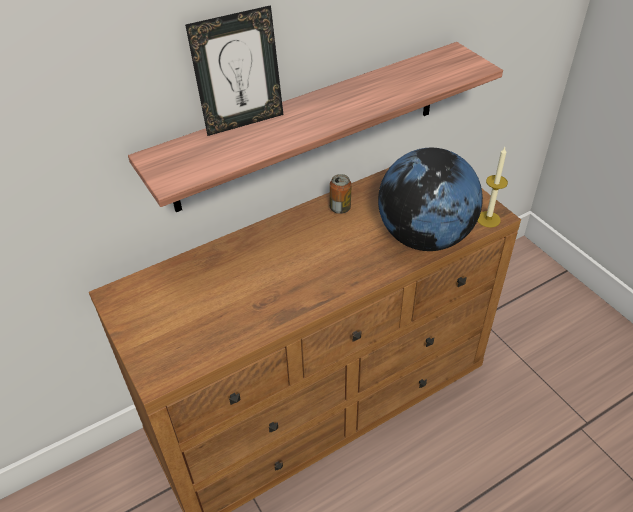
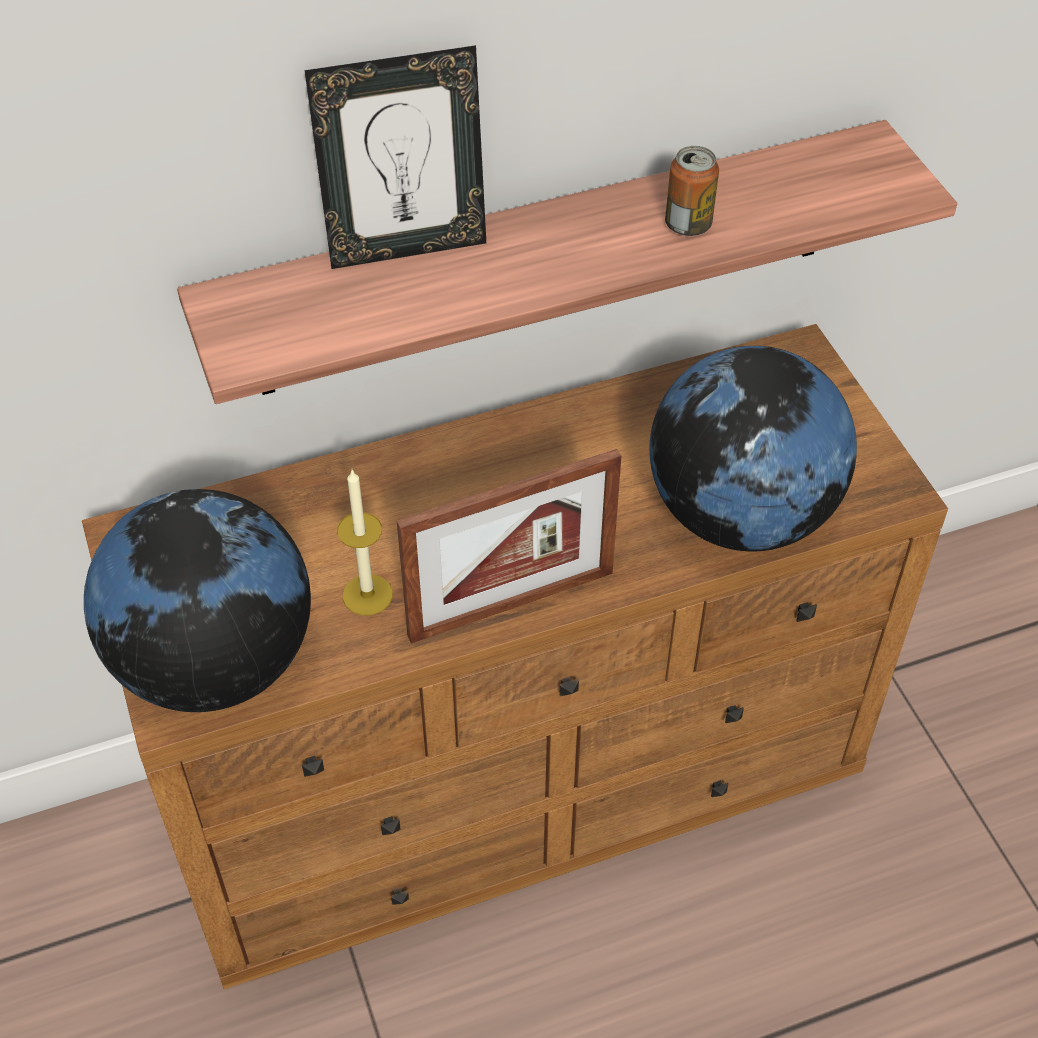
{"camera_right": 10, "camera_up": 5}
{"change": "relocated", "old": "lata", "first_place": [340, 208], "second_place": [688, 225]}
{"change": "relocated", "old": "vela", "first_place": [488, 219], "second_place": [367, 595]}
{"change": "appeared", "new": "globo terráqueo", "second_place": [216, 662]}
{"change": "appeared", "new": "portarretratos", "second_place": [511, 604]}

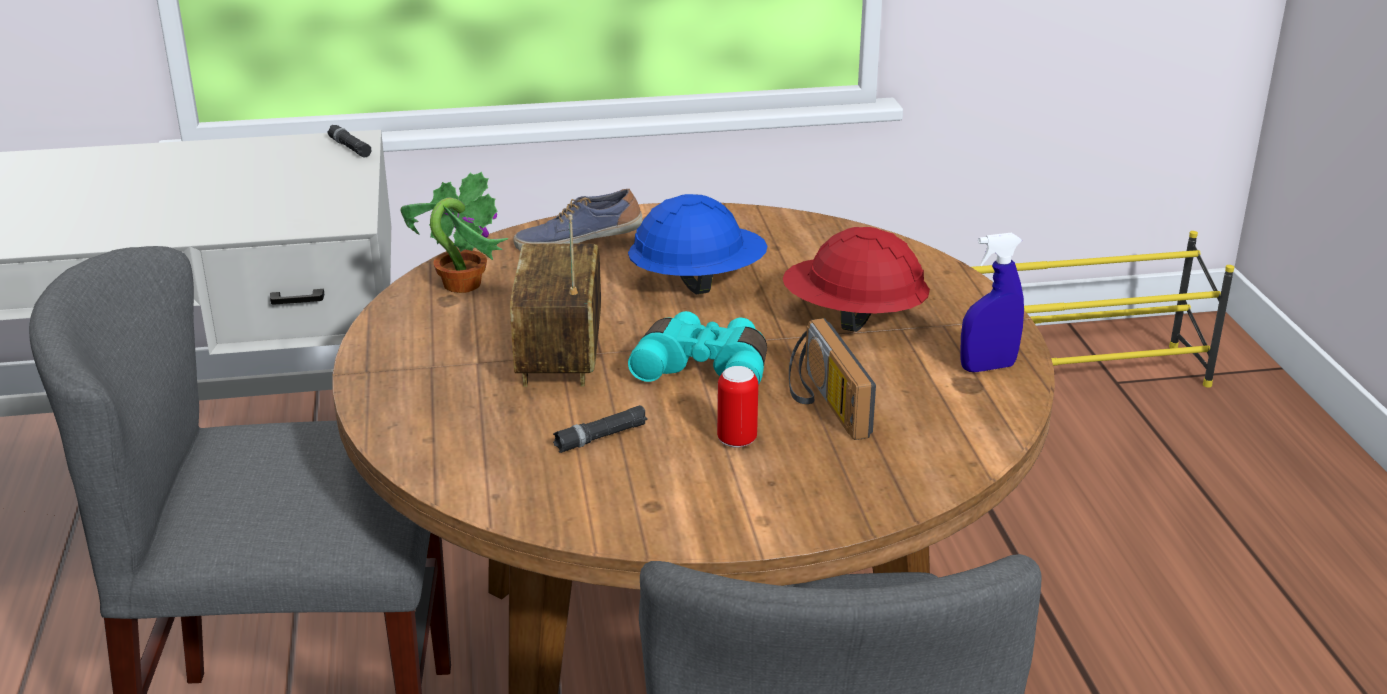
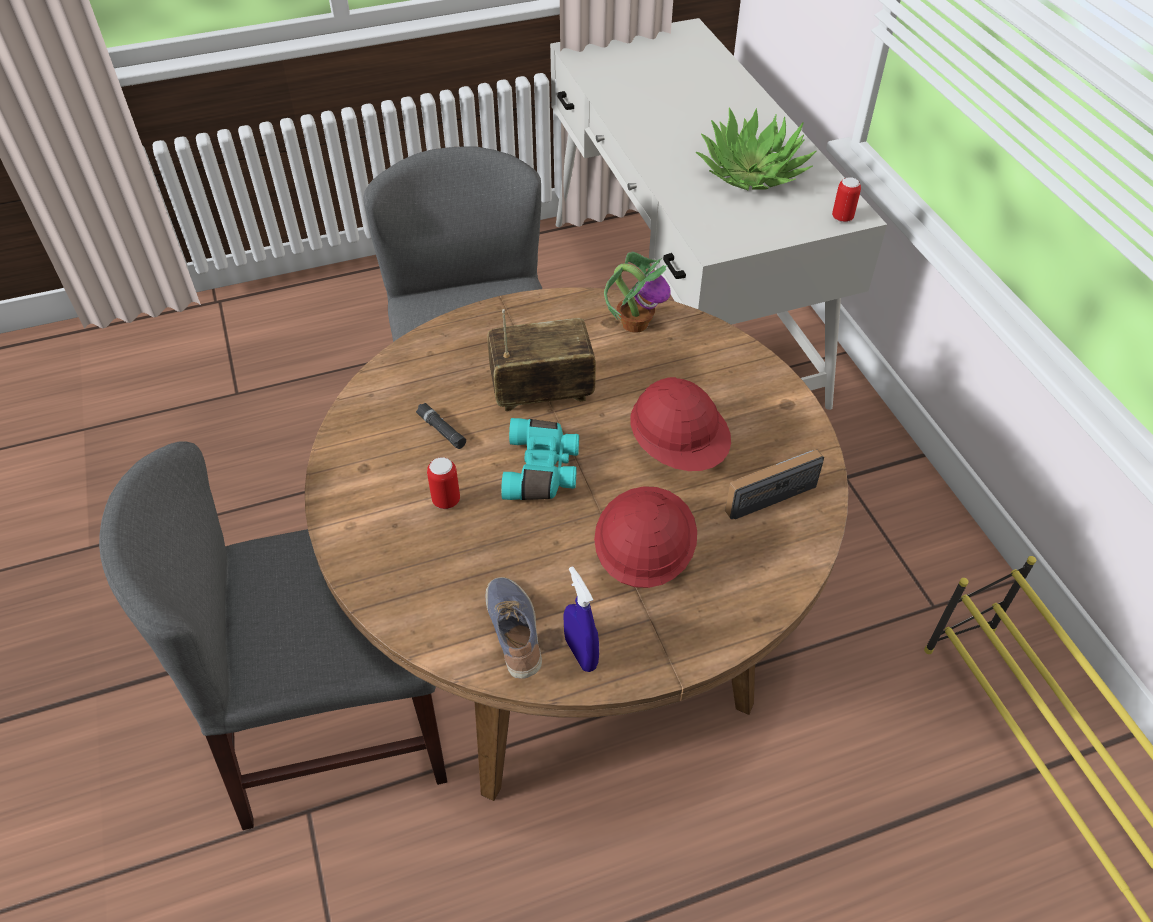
{"camera_right": 80, "camera_up": 20}
{"change": "exchanged", "old": "linterna/negro", "new": "lata", "first_place": [350, 147], "second_place": [842, 218]}
{"change": "relocated", "old": "zapato", "first_place": [578, 242], "second_place": [515, 633]}
{"change": "colour", "old": "casco/azul", "new": "casco/rojo", "first_place": [697, 282], "second_place": [678, 448]}
{"change": "relocated", "old": "radio", "first_place": [822, 403], "second_place": [768, 490]}
{"change": "appeared", "new": "planta en maceta", "second_place": [751, 173]}

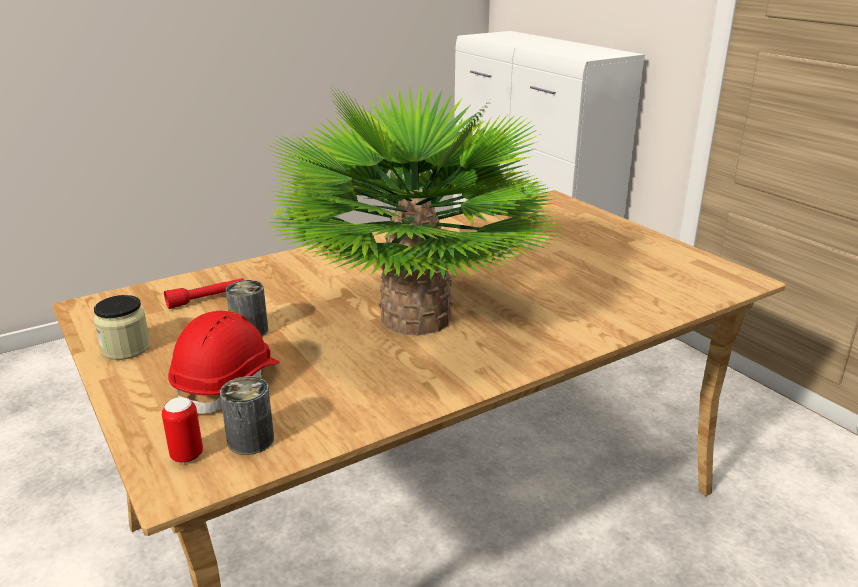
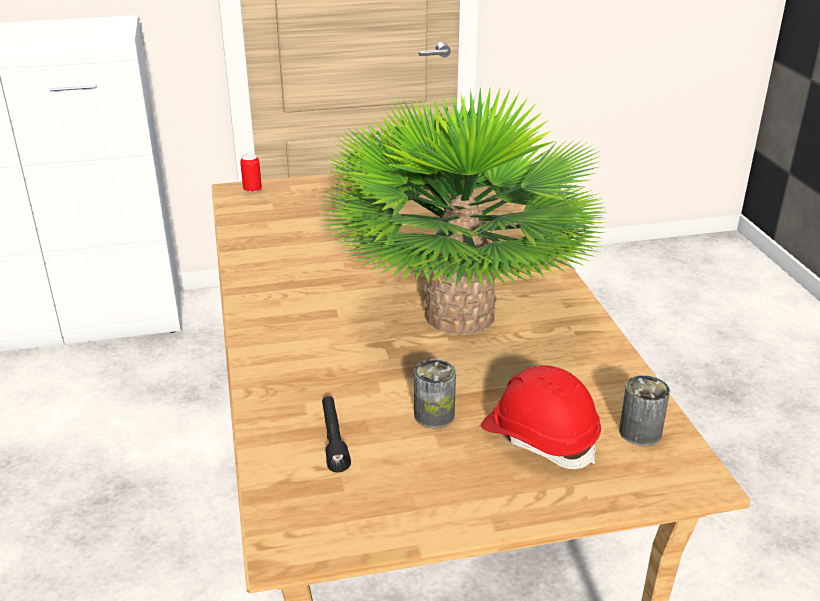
{"camera_right": -70, "camera_up": 5}
{"change": "missing", "old": "tarro", "first_place": [126, 348]}
{"change": "relocated", "old": "lata", "first_place": [187, 455], "second_place": [252, 190]}
{"change": "colour", "old": "linterna/rojo", "new": "linterna/negro", "first_place": [207, 299], "second_place": [333, 439]}

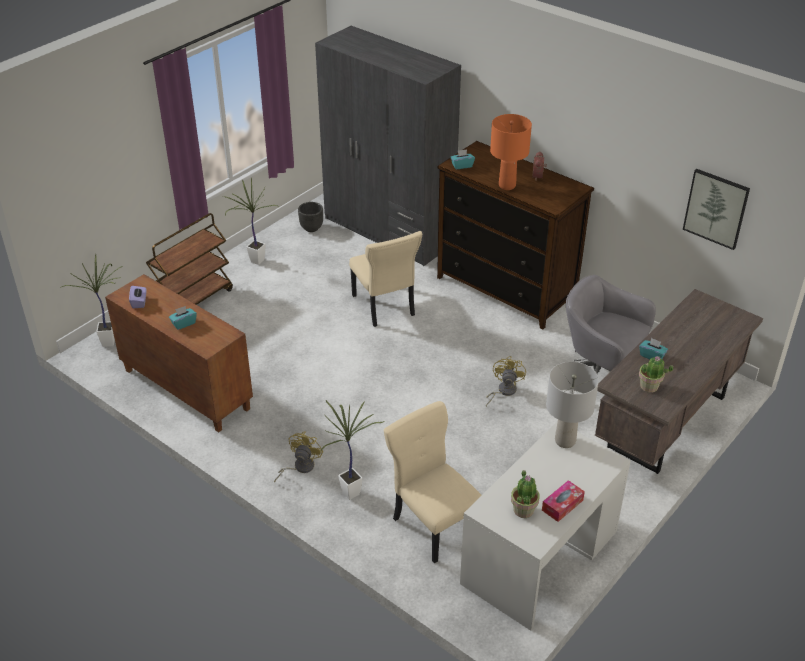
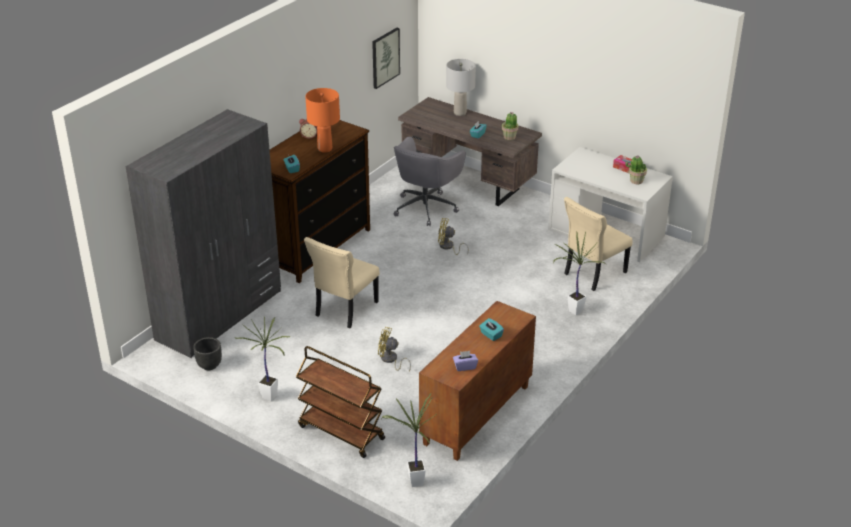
{"camera_right": -95, "camera_up": -5}
{"change": "relocated", "old": "ventilador/amarillo", "first_place": [300, 467], "second_place": [390, 360]}
{"change": "spun", "old": "silla/beis", "first_place": [384, 307], "second_place": [345, 310], "degrees": 150}
{"change": "relocated", "old": "lámpara de mesa/gris", "first_place": [565, 441], "second_place": [460, 113]}

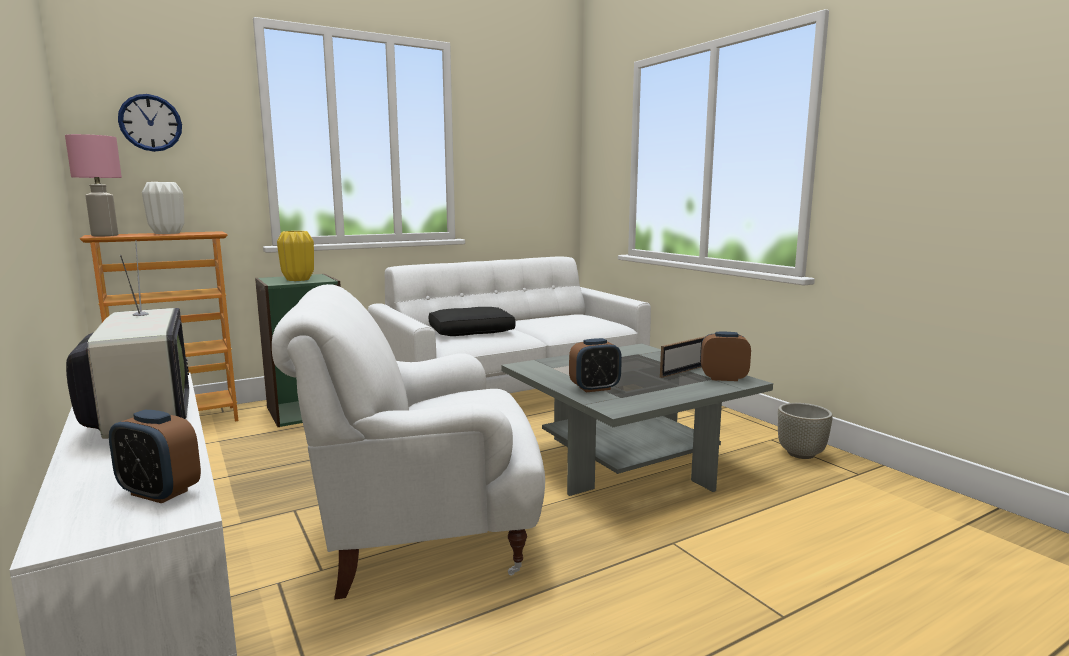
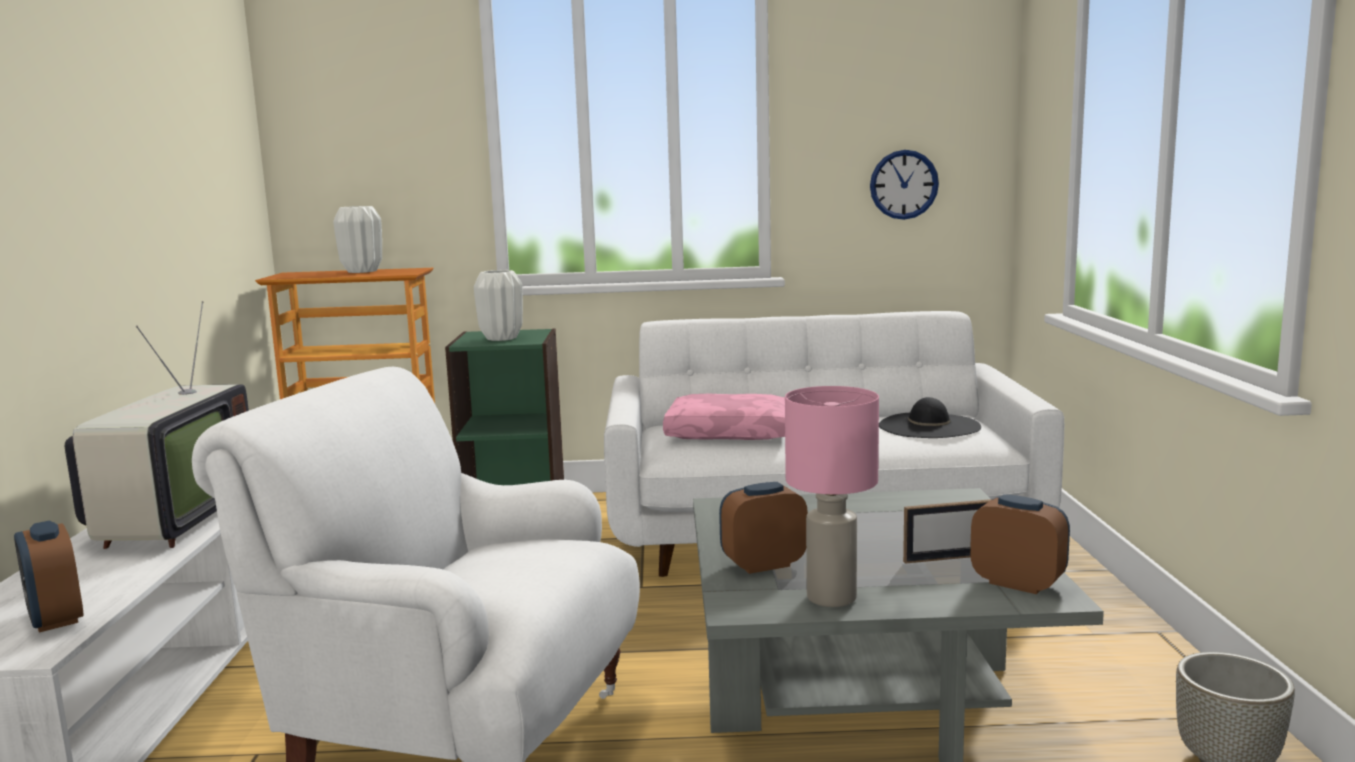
{"camera_right": 30, "camera_up": 0}
{"change": "relocated", "old": "lámpara de mesa/rosa", "first_place": [105, 235], "second_place": [833, 598]}
{"change": "relocated", "old": "reloj de pared", "first_place": [150, 123], "second_place": [904, 184]}
{"change": "colour", "old": "florero/amarillo", "new": "florero/blanco", "first_place": [298, 279], "second_place": [501, 338]}
{"change": "colour", "old": "cojín/negro", "new": "cojín/rosa", "first_place": [471, 331], "second_place": [730, 432]}
{"change": "spun", "old": "despertador", "first_place": [594, 388], "second_place": [763, 564], "degrees": 150}
{"change": "appeared", "new": "sombrero/negro", "second_place": [929, 426]}

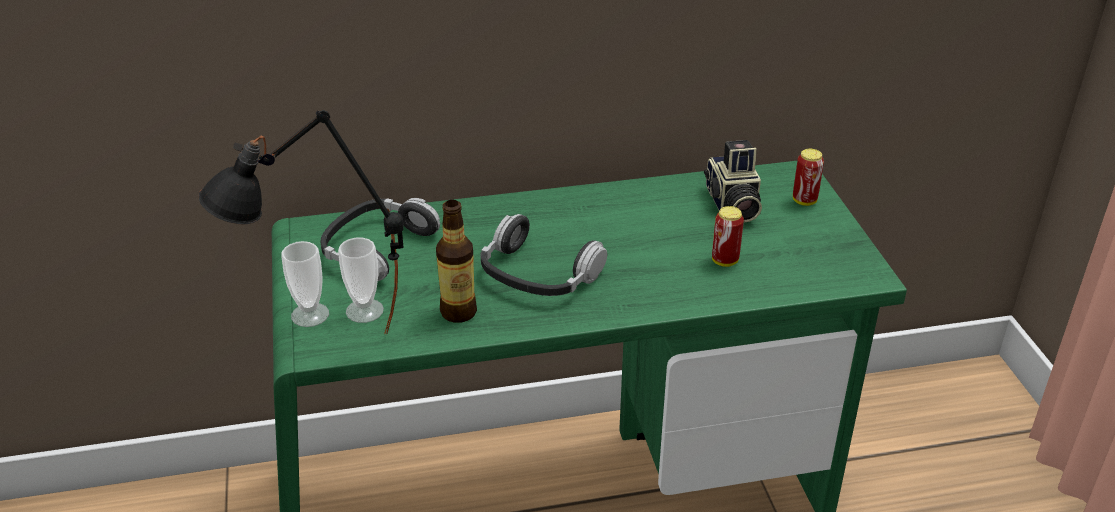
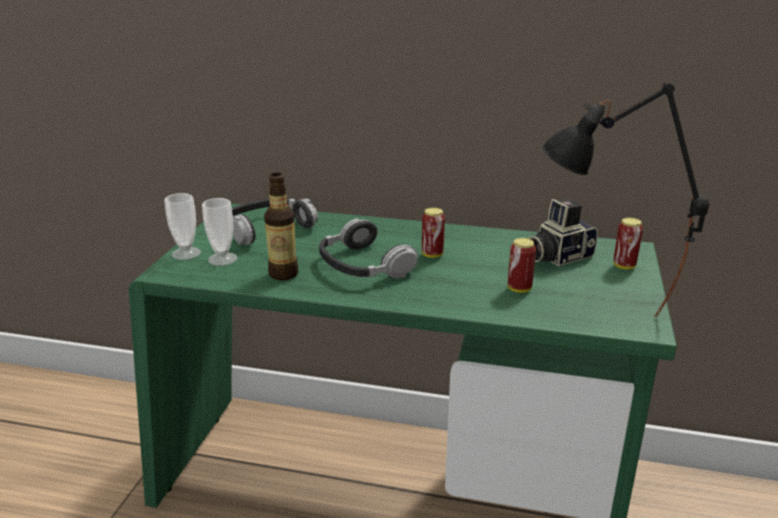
{"camera_right": 25, "camera_up": -10}
{"change": "relocated", "old": "lámpara de mesa/negro", "first_place": [326, 355], "second_place": [602, 319]}
{"change": "spun", "old": "cámara", "first_place": [732, 205], "second_place": [557, 256], "degrees": 45}
{"change": "appeared", "new": "lata", "second_place": [432, 255]}

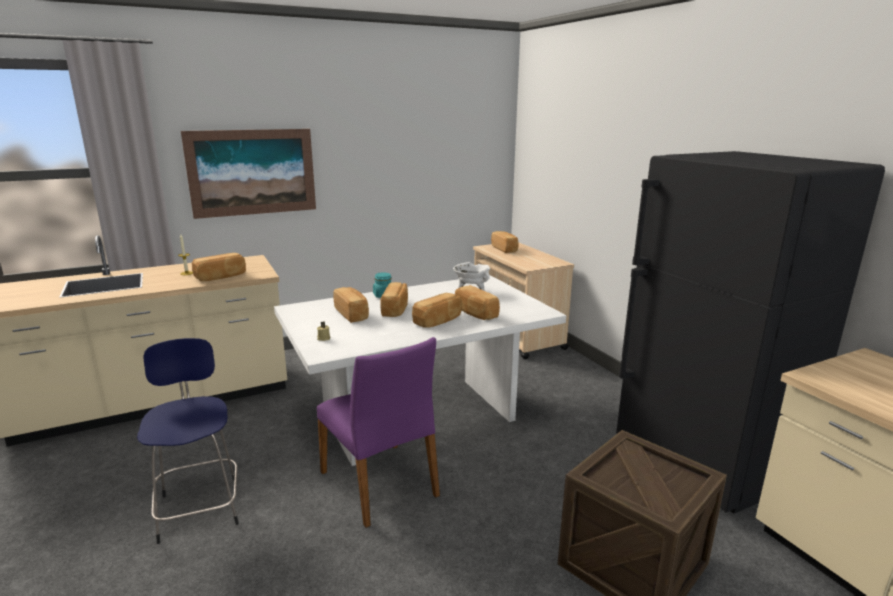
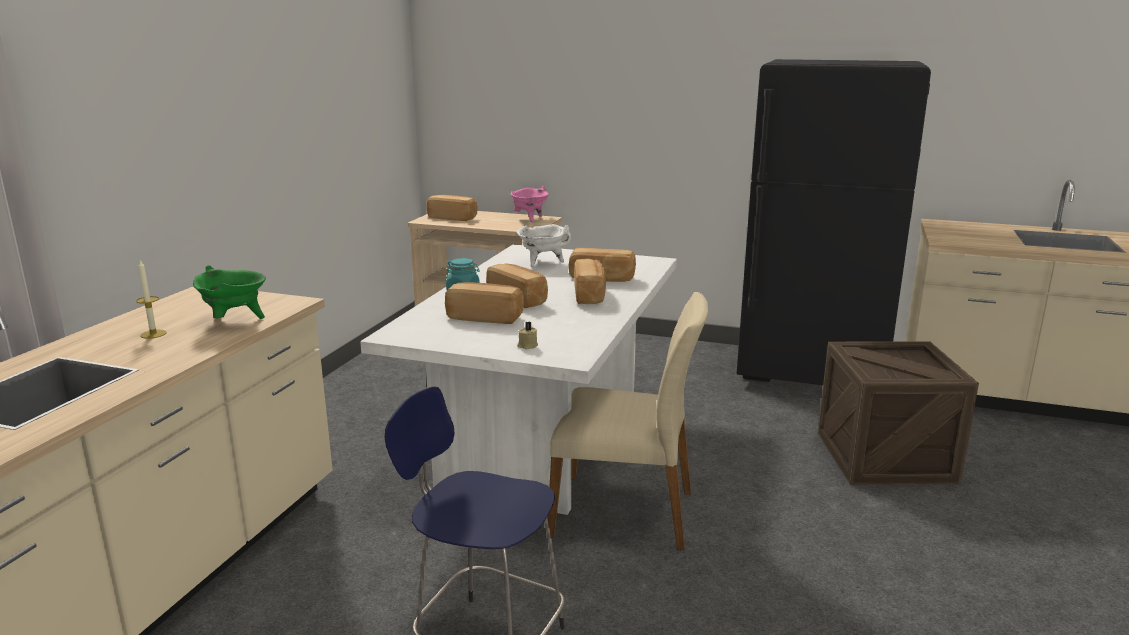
{"camera_right": -45, "camera_up": 0}
{"change": "missing", "old": "cuadro", "first_place": [252, 172]}
{"change": "exchanged", "old": "pan", "new": "olla/verde", "first_place": [221, 277], "second_place": [234, 321]}
{"change": "colour", "old": "silla/morado", "new": "silla/beis", "first_place": [381, 483], "second_place": [625, 512]}
{"change": "appeared", "new": "olla/rosa", "second_place": [529, 219]}

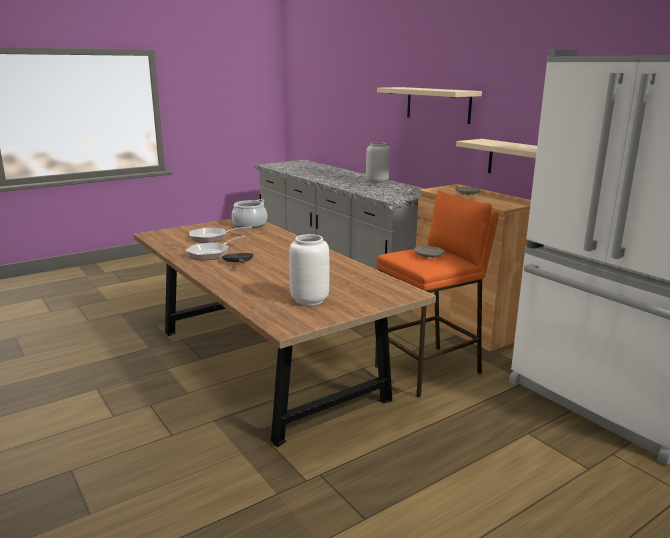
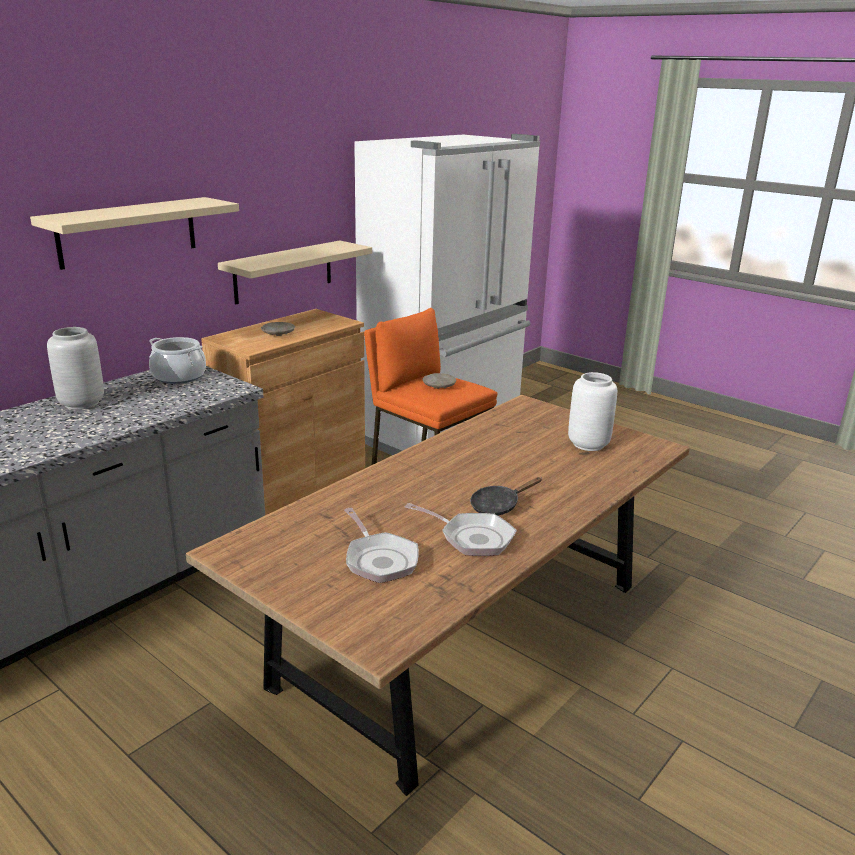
{"camera_right": -105, "camera_up": 5}
{"change": "relocated", "old": "olla", "first_place": [249, 224], "second_place": [179, 376]}

